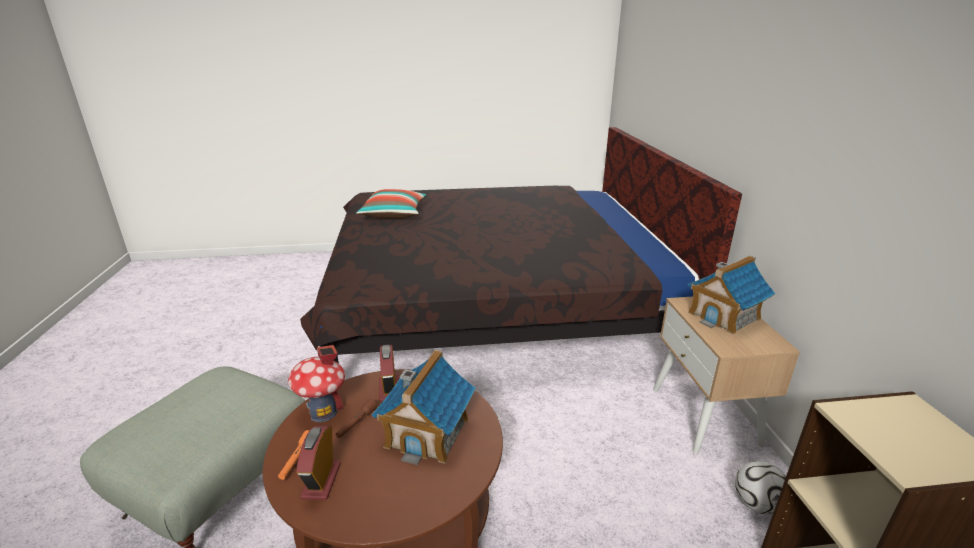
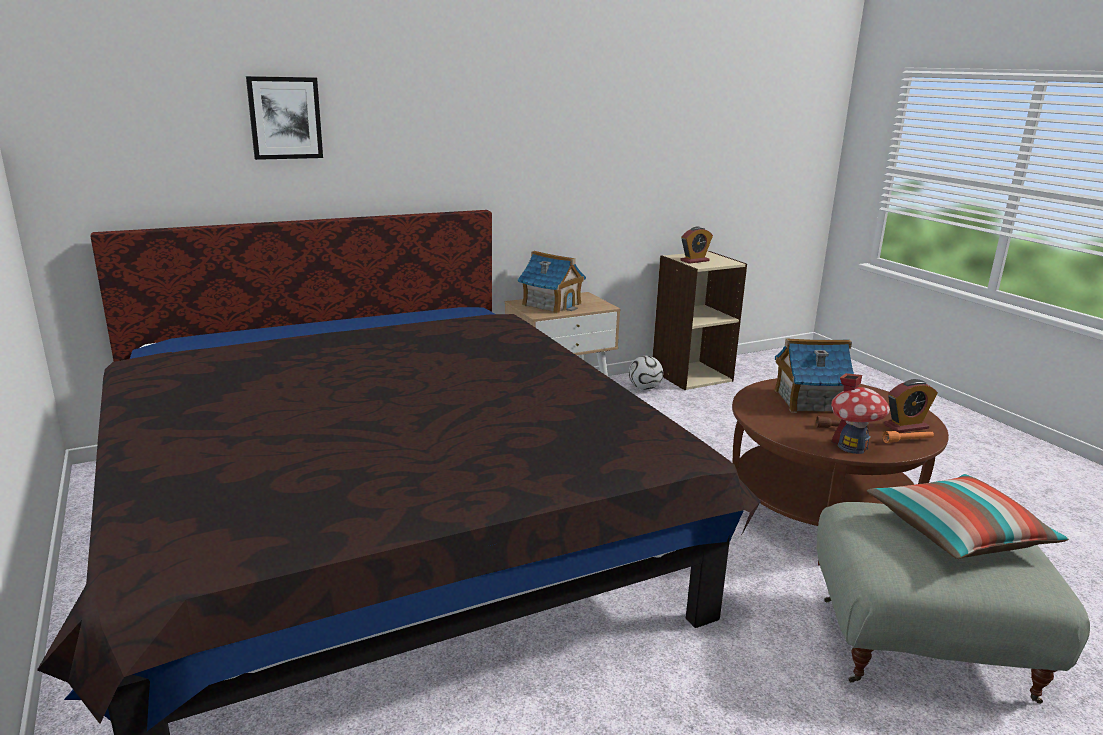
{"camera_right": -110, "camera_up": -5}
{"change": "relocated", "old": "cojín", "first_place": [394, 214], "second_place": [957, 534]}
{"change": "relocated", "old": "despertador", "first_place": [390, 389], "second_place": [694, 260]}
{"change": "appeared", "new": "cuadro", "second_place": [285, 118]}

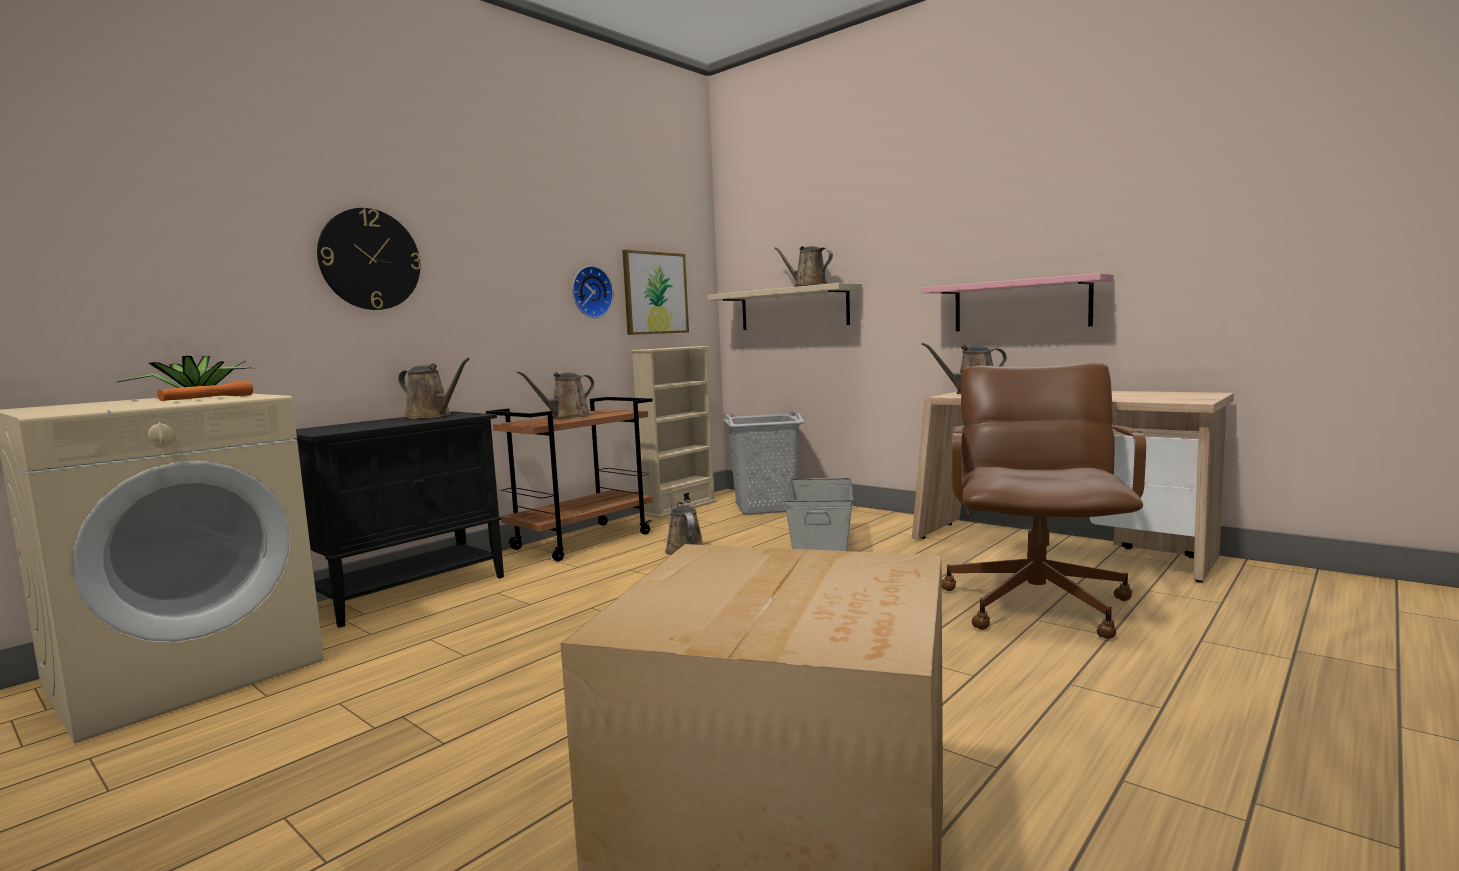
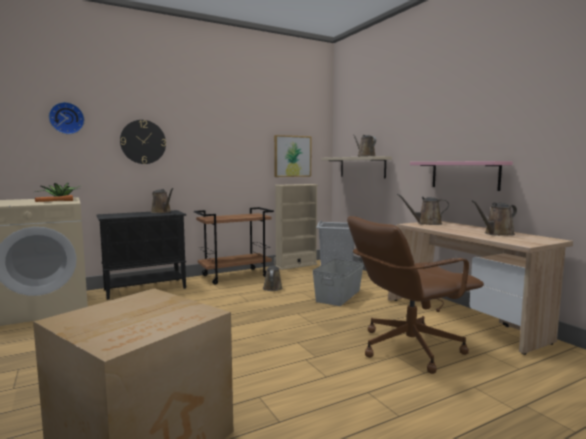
{"camera_right": 20, "camera_up": 0}
{"change": "relocated", "old": "regadera/marrón", "first_place": [567, 416], "second_place": [497, 234]}
{"change": "relocated", "old": "reloj de pared", "first_place": [590, 292], "second_place": [66, 118]}
{"change": "spun", "old": "silla de oficina/marrón", "first_place": [1037, 604], "second_place": [408, 348], "degrees": -150}

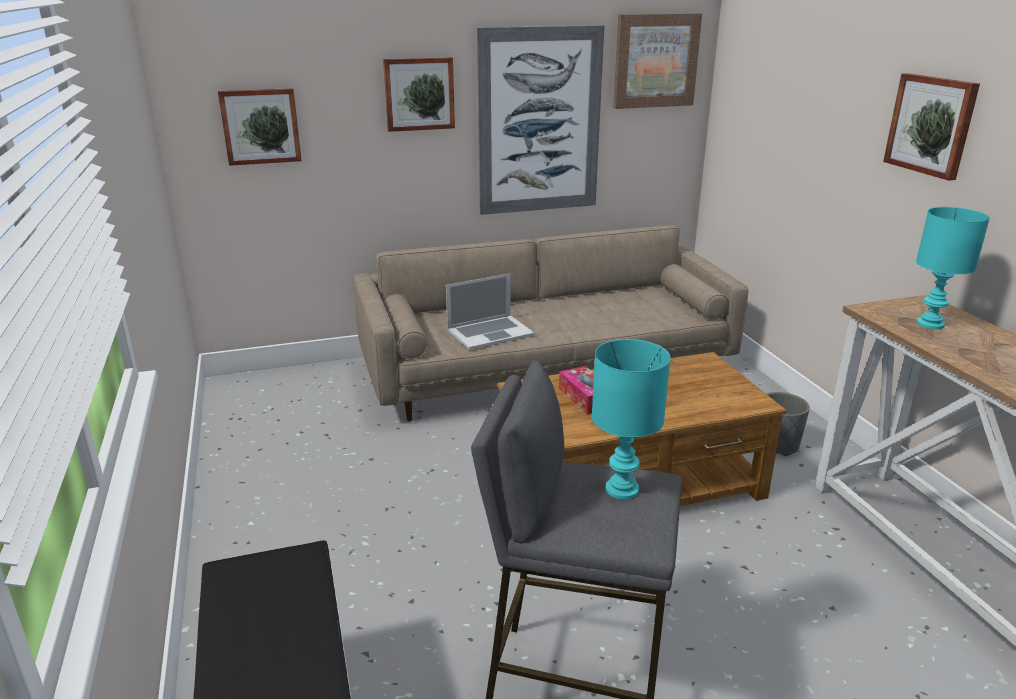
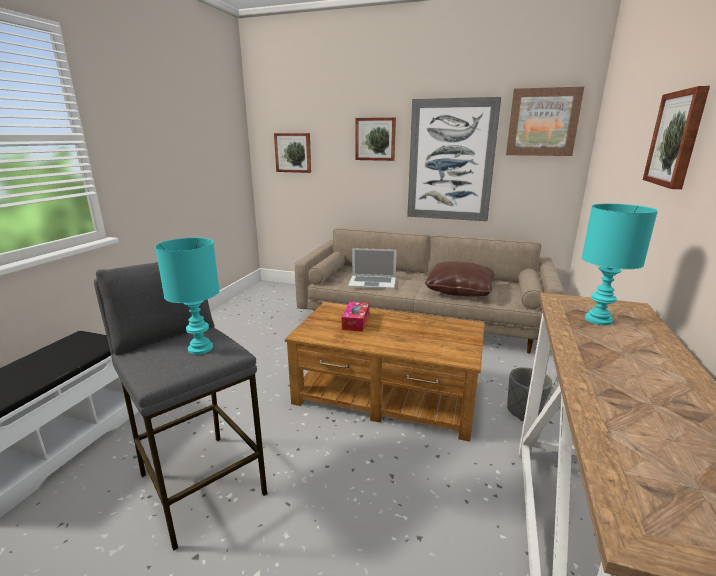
{"camera_right": 35, "camera_up": -5}
{"change": "appeared", "new": "cojín/marrón", "second_place": [459, 291]}

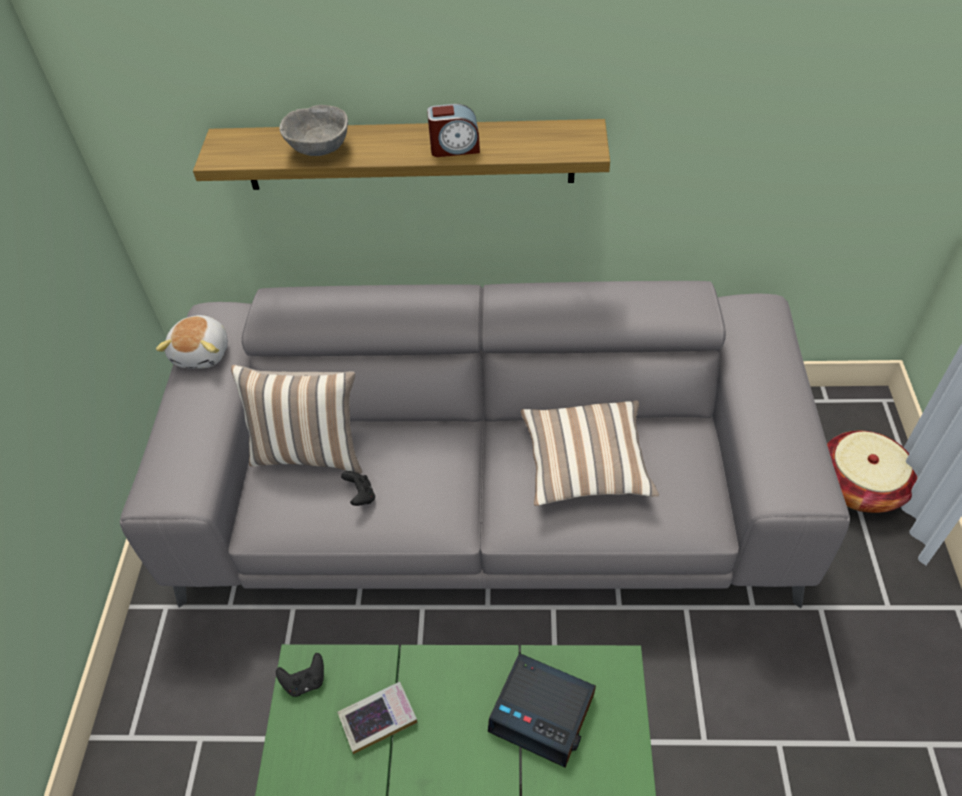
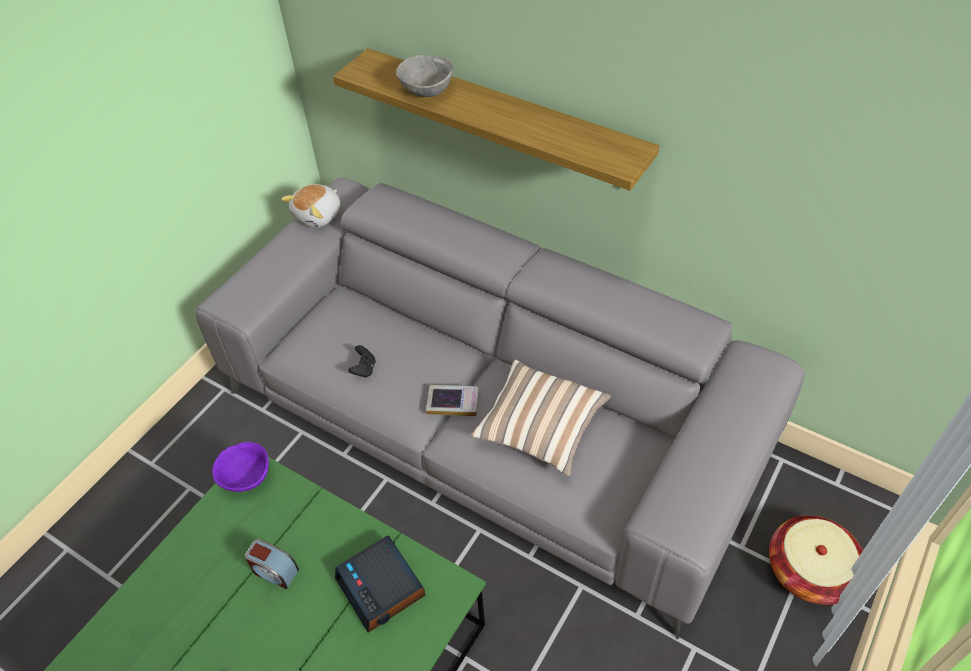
{"camera_right": 30, "camera_up": 0}
{"change": "missing", "old": "cojín", "first_place": [310, 452]}
{"change": "exchanged", "old": "mando de consola/negro", "new": "cuenco/morado", "first_place": [305, 681], "second_place": [246, 478]}
{"change": "relocated", "old": "libro", "first_place": [378, 719], "second_place": [453, 402]}
{"change": "relocated", "old": "despertador", "first_place": [454, 148], "second_place": [275, 571]}

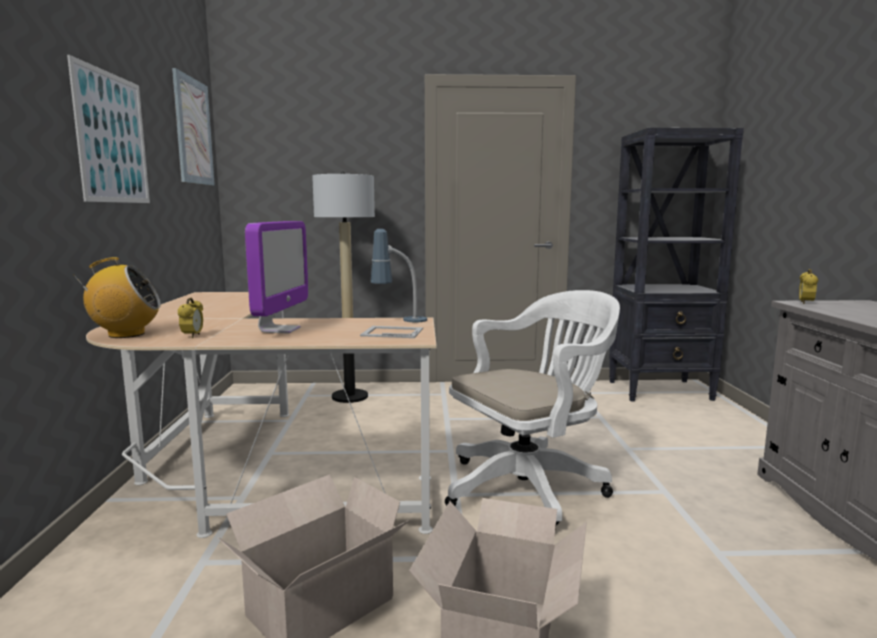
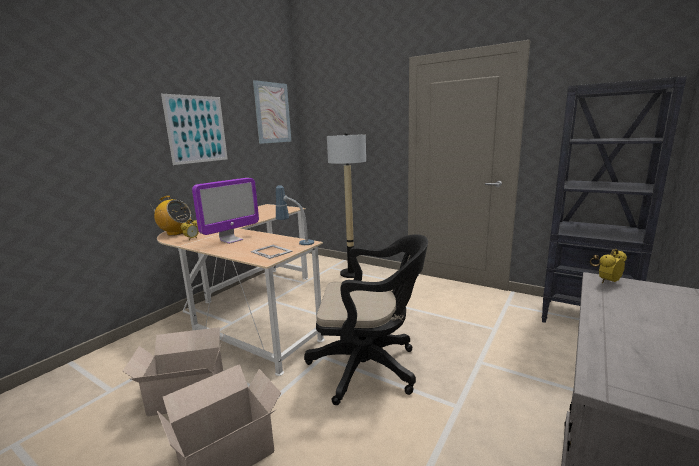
{"camera_right": 35, "camera_up": 5}
{"change": "colour", "old": "silla de oficina/blanco", "new": "silla de oficina/negro", "first_place": [530, 487], "second_place": [369, 367]}

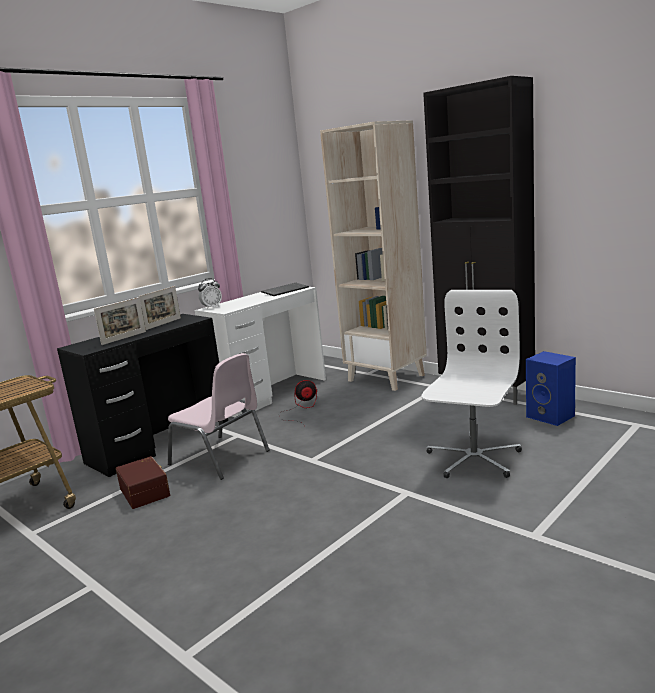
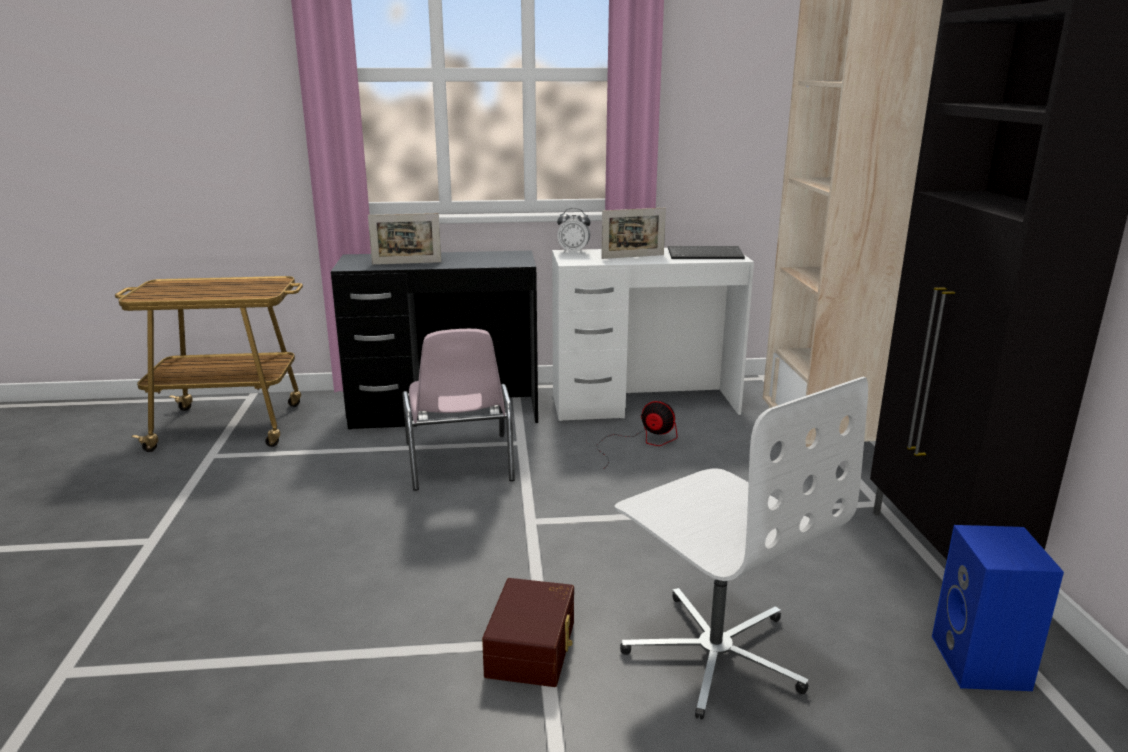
{"camera_right": 40, "camera_up": 5}
{"change": "relocated", "old": "caja de almacenaje/marrón", "first_place": [146, 491], "second_place": [533, 648]}
{"change": "relocated", "old": "portarretratos", "first_place": [163, 324], "second_place": [632, 256]}
{"change": "spun", "old": "silla de oficina/blanco", "first_place": [473, 459], "second_place": [715, 652], "degrees": 75}

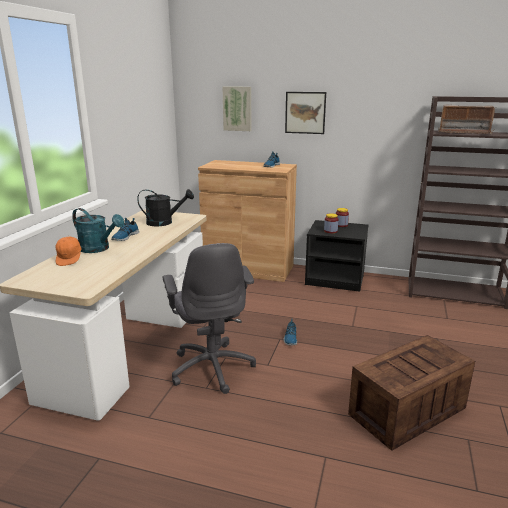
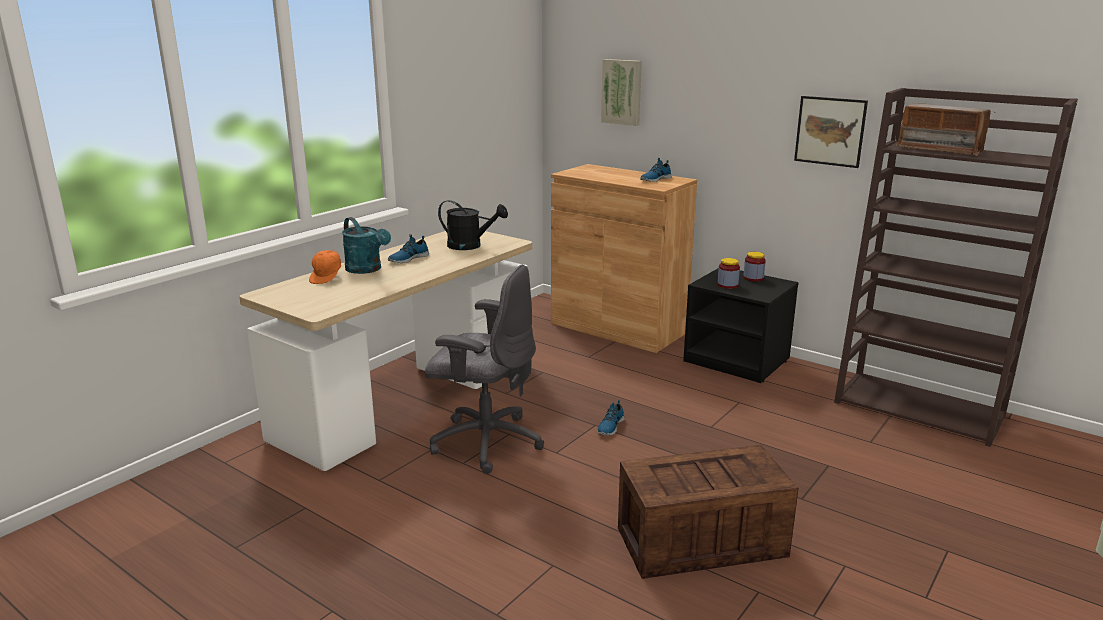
{"camera_right": 20, "camera_up": 0}
{"change": "spun", "old": "silla de oficina/gris", "first_place": [212, 367], "second_place": [485, 442], "degrees": -75}
{"change": "relocated", "old": "cuadro", "first_place": [305, 112], "second_place": [830, 131]}

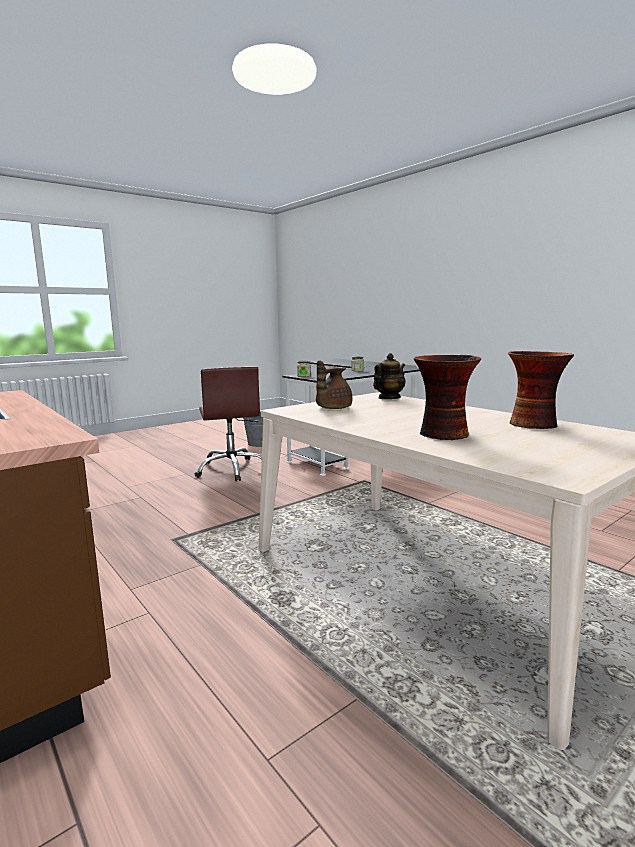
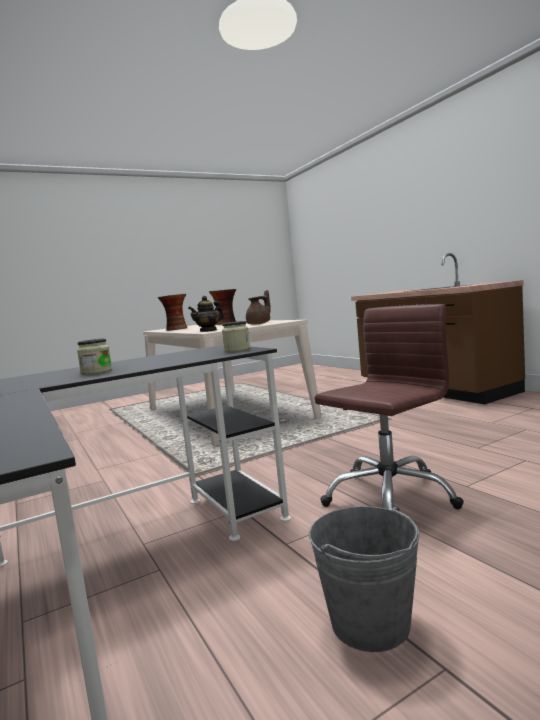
{"camera_right": -170, "camera_up": -5}
{"change": "spun", "old": "silla de oficina/marrón", "first_place": [232, 469], "second_place": [389, 496], "degrees": 60}

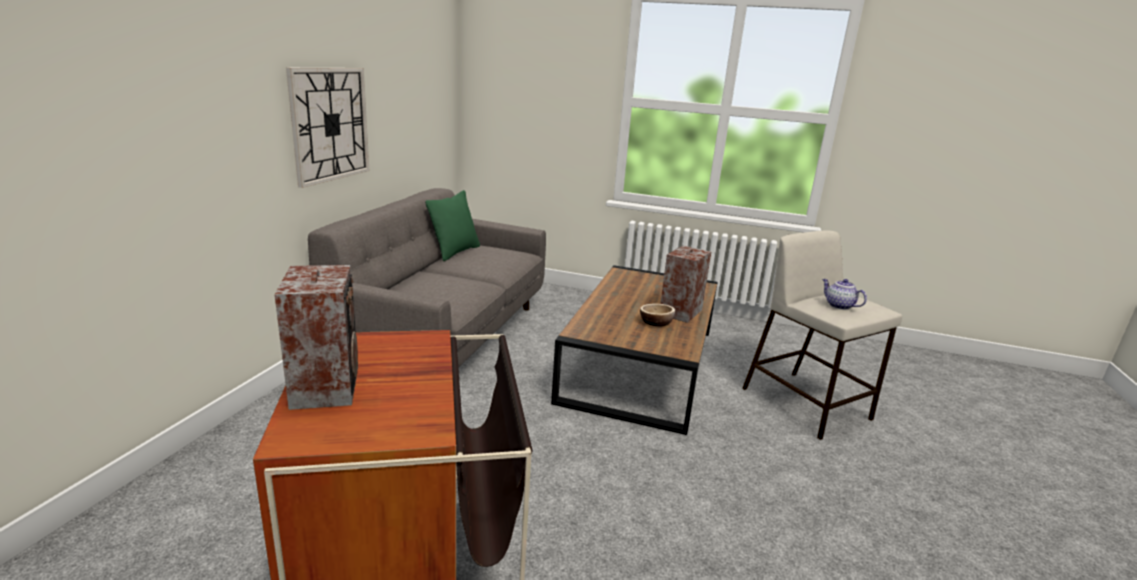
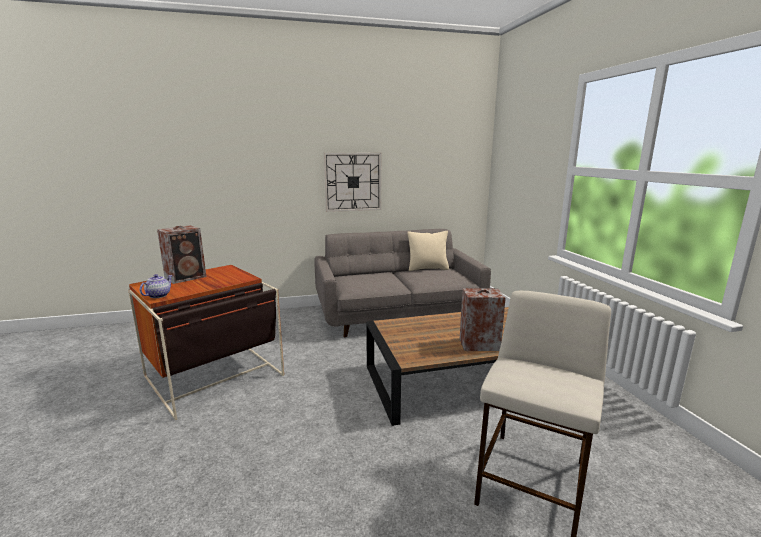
{"camera_right": 60, "camera_up": -5}
{"change": "colour", "old": "cojín/verde", "new": "cojín/beis", "first_place": [455, 252], "second_place": [427, 268]}
{"change": "missing", "old": "cuenco", "first_place": [656, 323]}
{"change": "relocated", "old": "tetera", "first_place": [838, 305], "second_place": [159, 295]}

